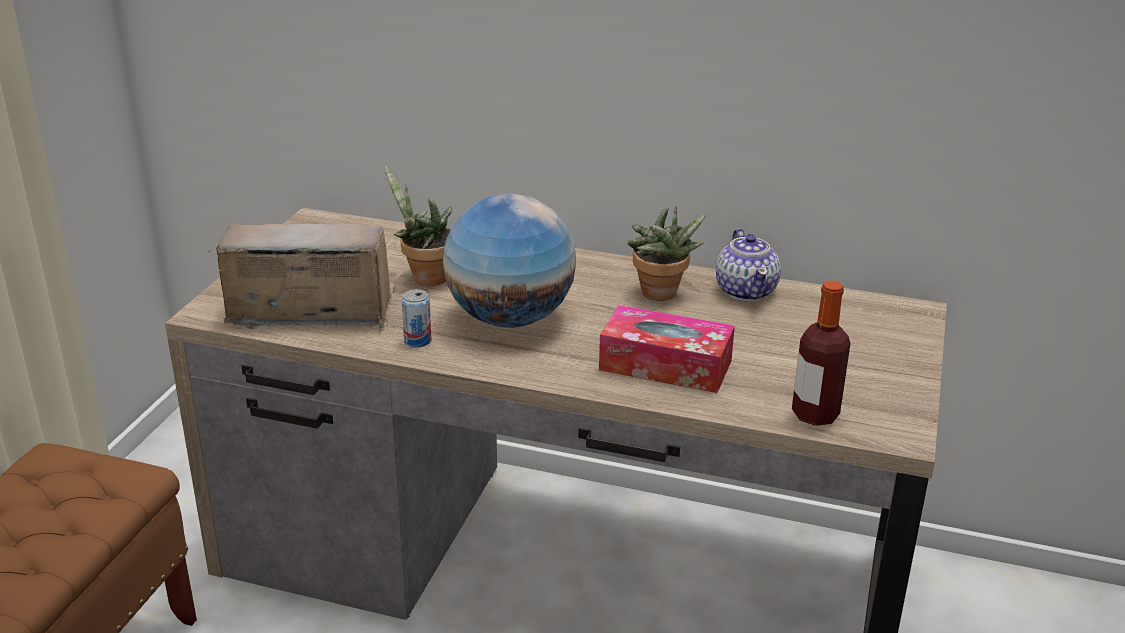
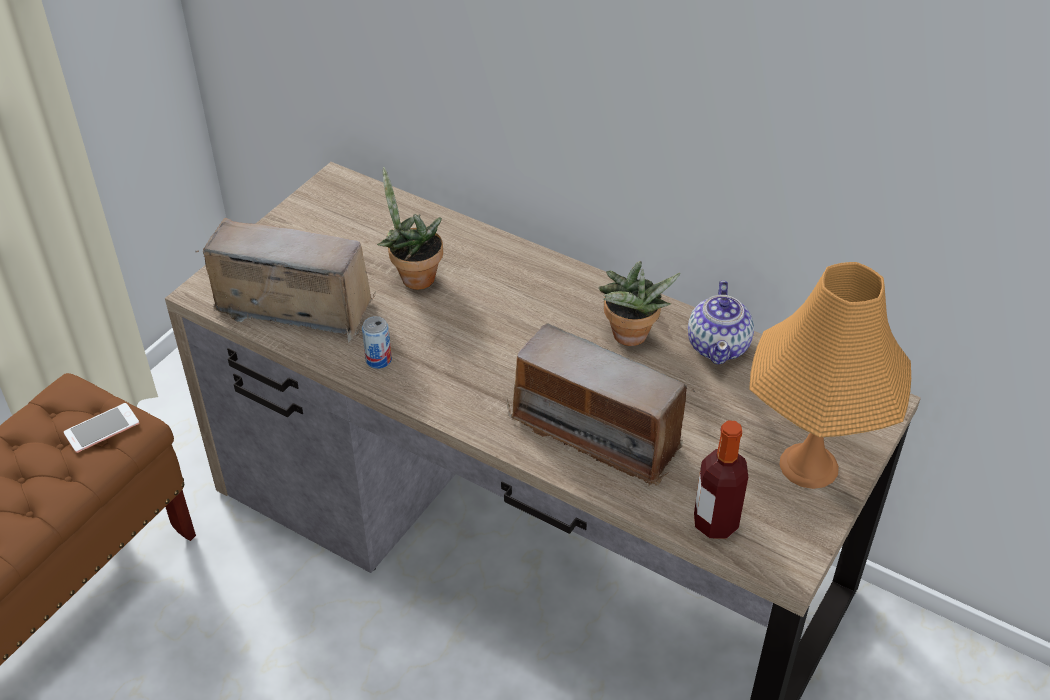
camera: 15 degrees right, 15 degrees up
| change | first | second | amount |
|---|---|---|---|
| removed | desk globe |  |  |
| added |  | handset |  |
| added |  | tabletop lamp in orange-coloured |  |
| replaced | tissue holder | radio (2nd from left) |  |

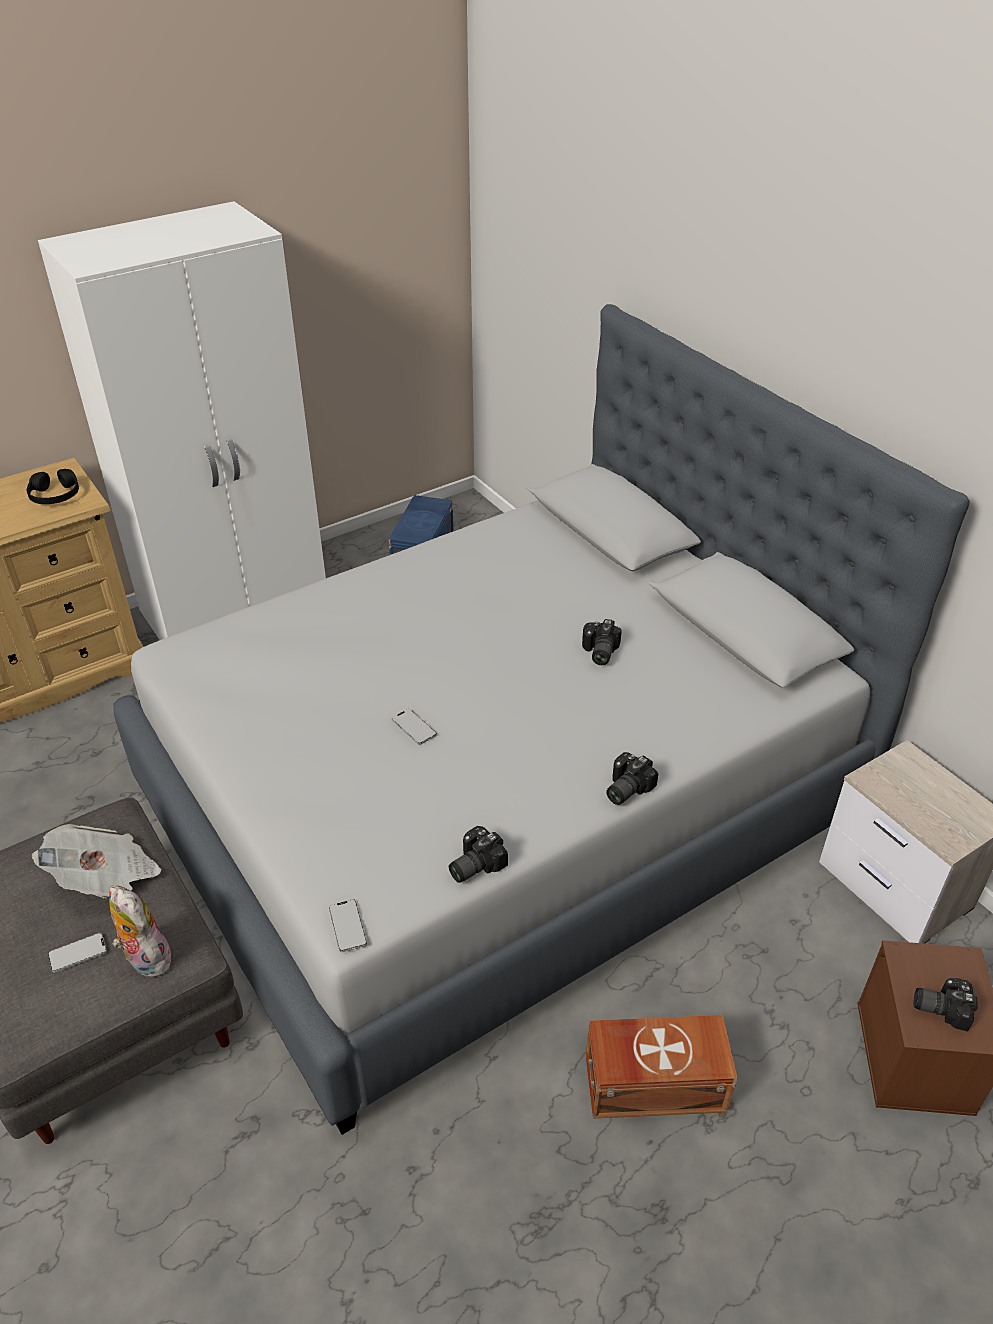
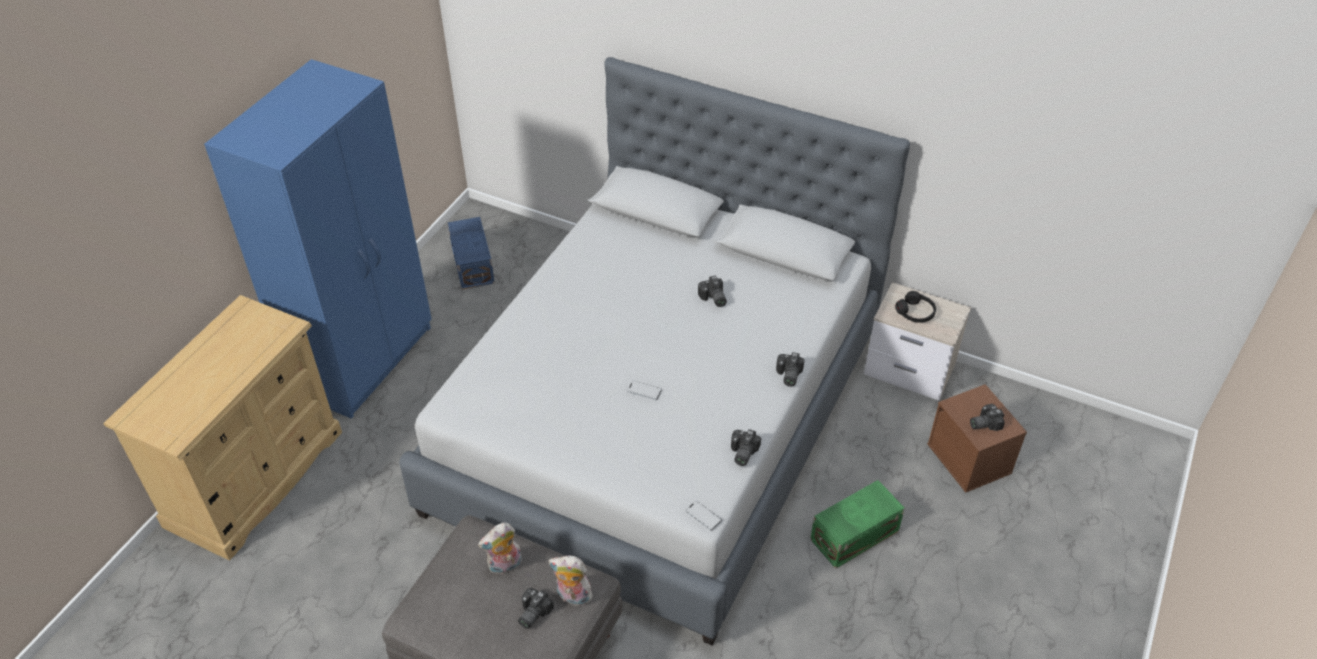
camera: 30 degrees left, 5 degrees up
| change | first | second | amount |
|---|---|---|---|
| moved | pair of headphones in black |  |  |
| replaced | printed paper | cuddly toy (1st from left) |  |
| replaced | handset (1st from left) | photo camera (1st from left) |  |
| recoloured | clothes cupboard in whitish | clothes cupboard in bluish |  |
| recoloured | storage box in brown (1st from left) | storage box in green |  |

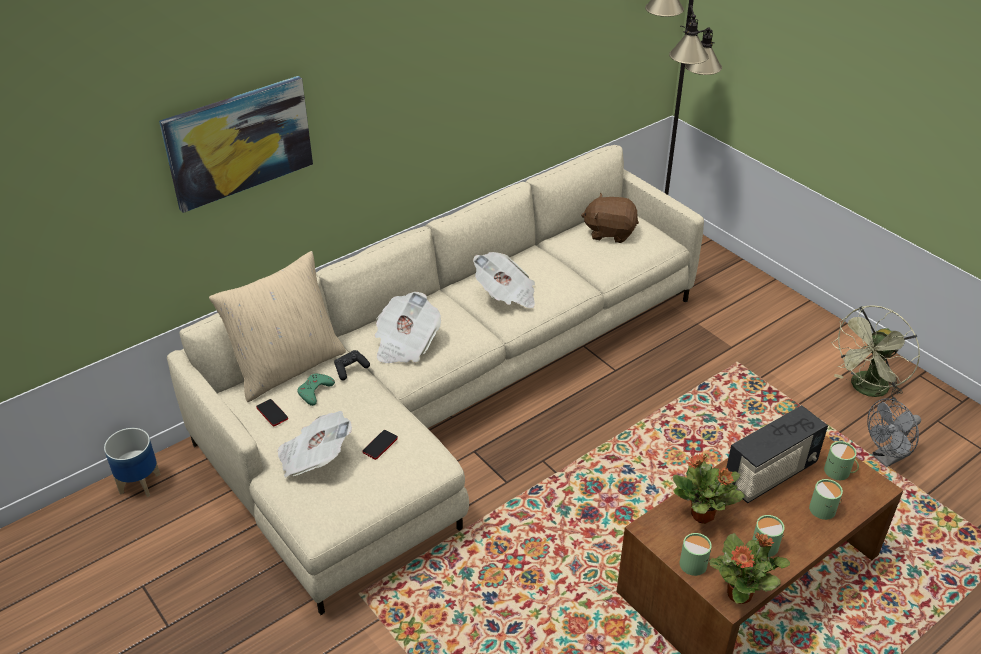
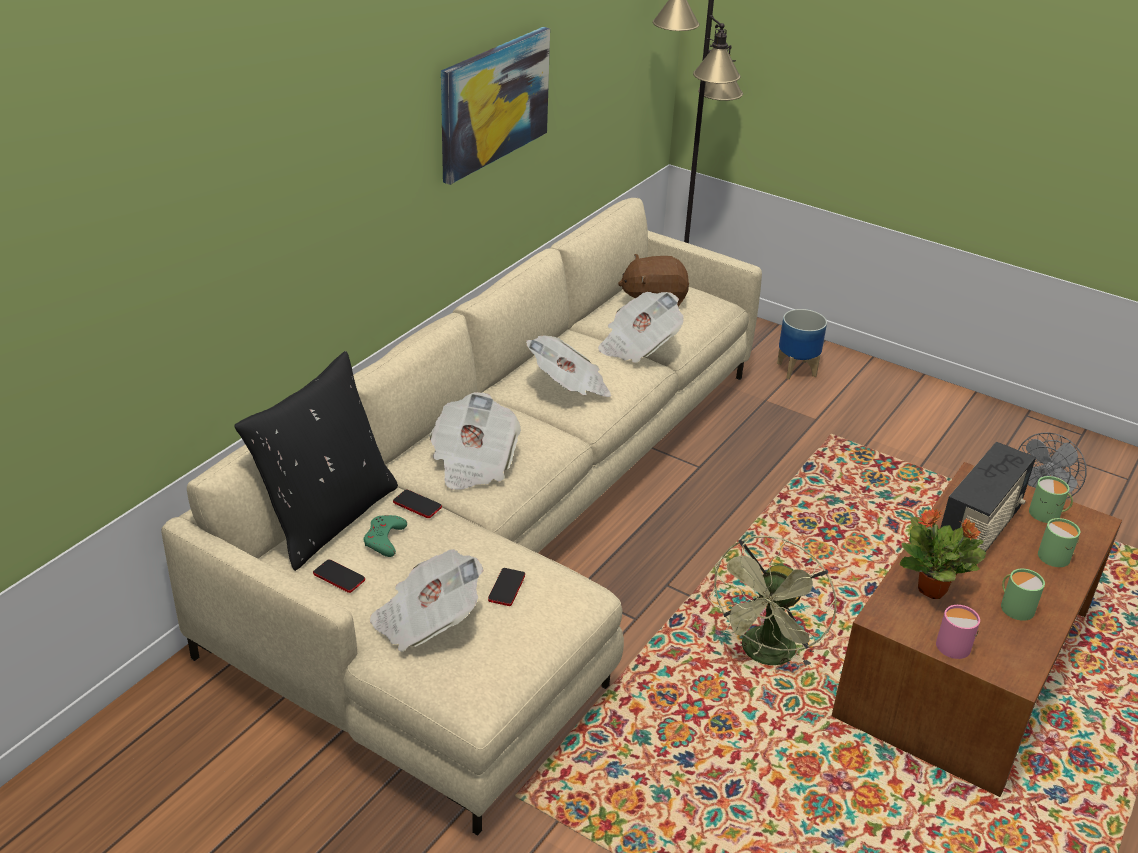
camera: 20 degrees left, 5 degrees down
| change | first | second | amount |
|---|---|---|---|
| removed | houseplant (2nd from left) |  |  |
| added |  | printed paper (4th from left) |  |
| moved | flower pot |  |  |
| moved | wall art |  |  |
| moved | fan in green |  |  |
| replaced | gamepad in black | handset (2nd from left) |  |
| recoloured | pillow in beige-coloured | pillow in black |  |
| recoloured | mug in green (1st from left) | mug in pinkish |  |

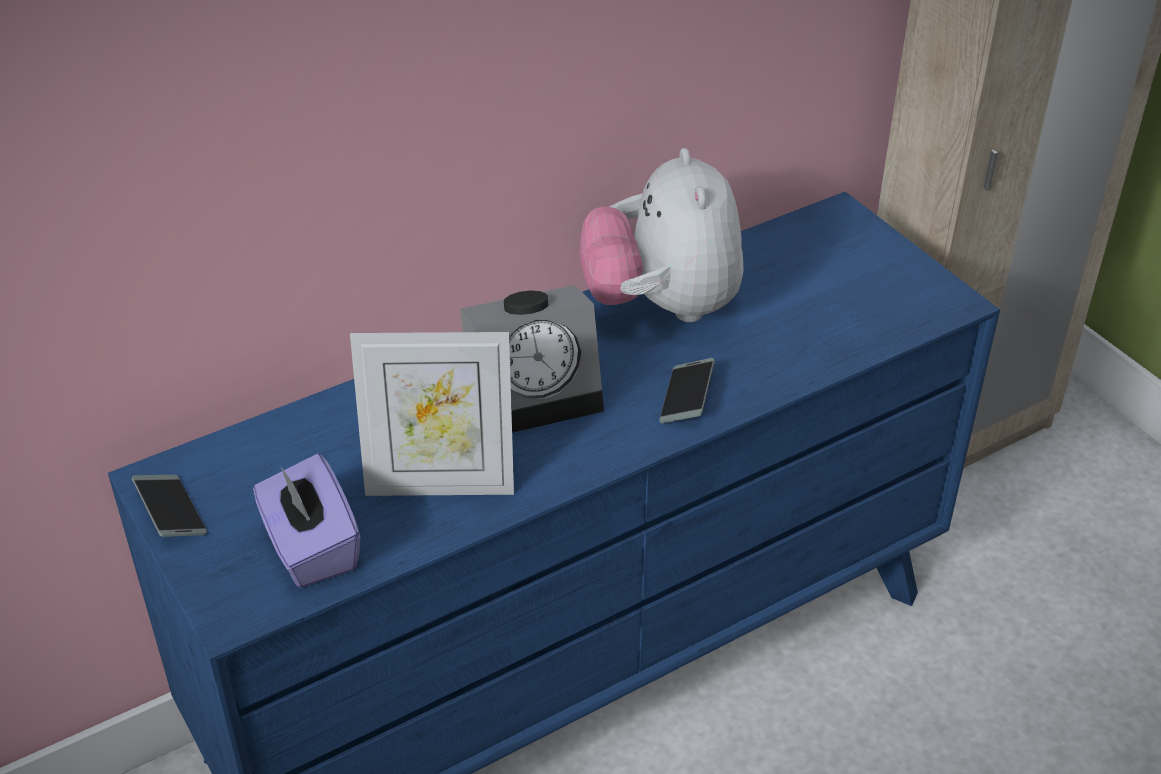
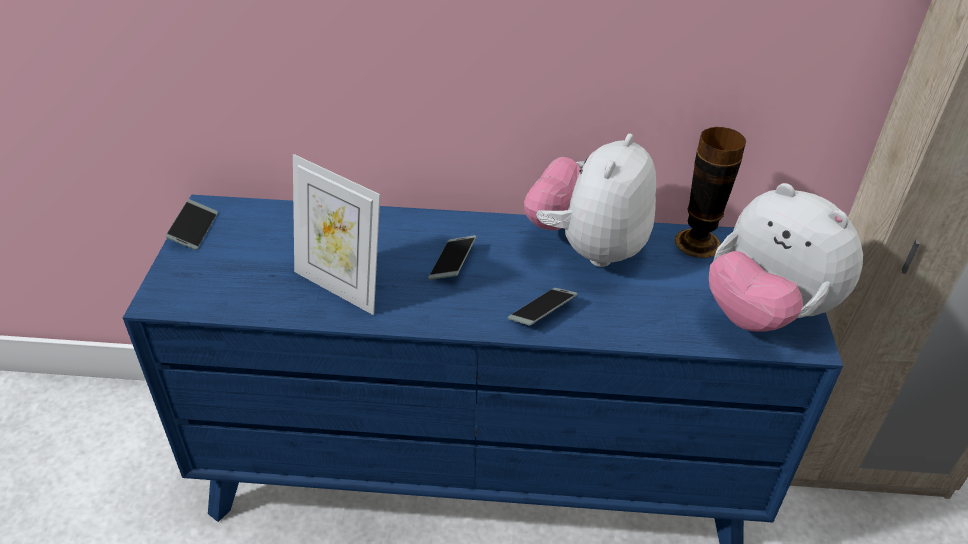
camera: 35 degrees right, 0 degrees up
| change | first | second | amount |
|---|---|---|---|
| removed | tissue holder in purple-coloured |  |  |
| added |  | decorative vase |  |
| added |  | cuddly toy (2nd from left) |  |
| replaced | alarm clock | handset (2nd from left) |  |

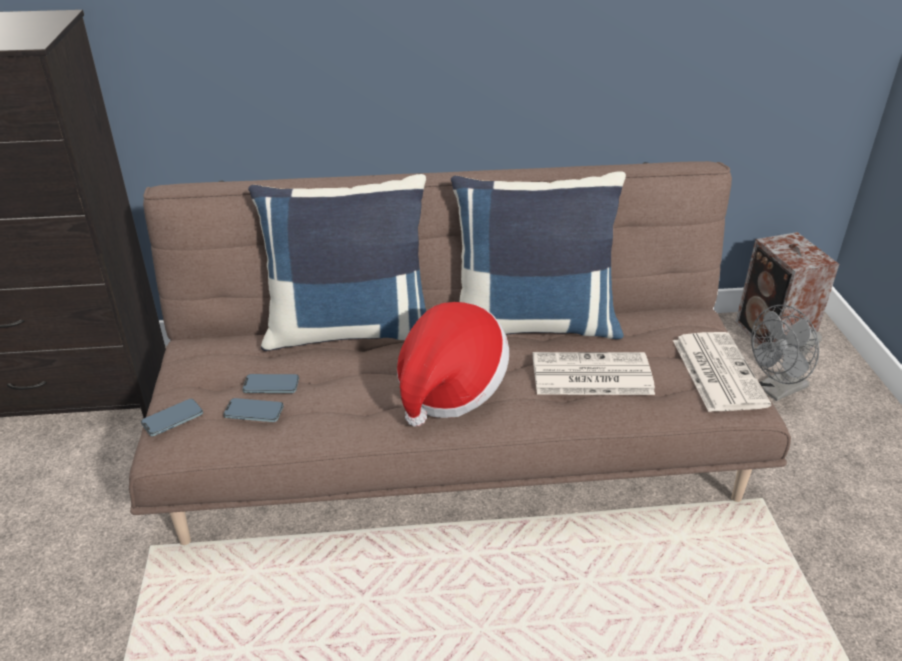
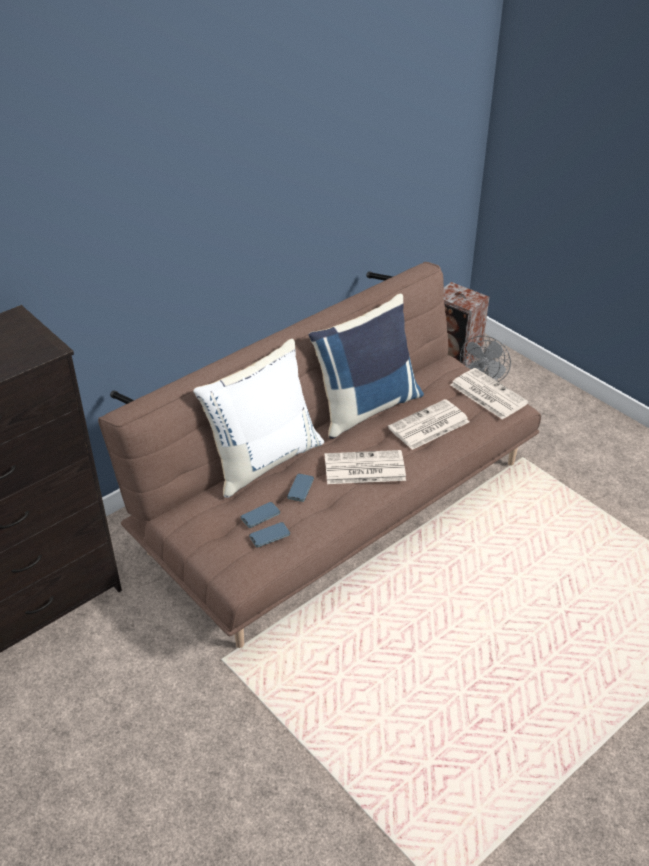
camera: 35 degrees left, 5 degrees up
| change | first | second | amount |
|---|---|---|---|
| moved | handset (1st from left in the first image) | handset (3rd from left) |  |
| replaced | wearable hat | printed paper (1st from left) |  |
| recoloured | pillow in bluish (1st from left) | pillow in whitish |  |

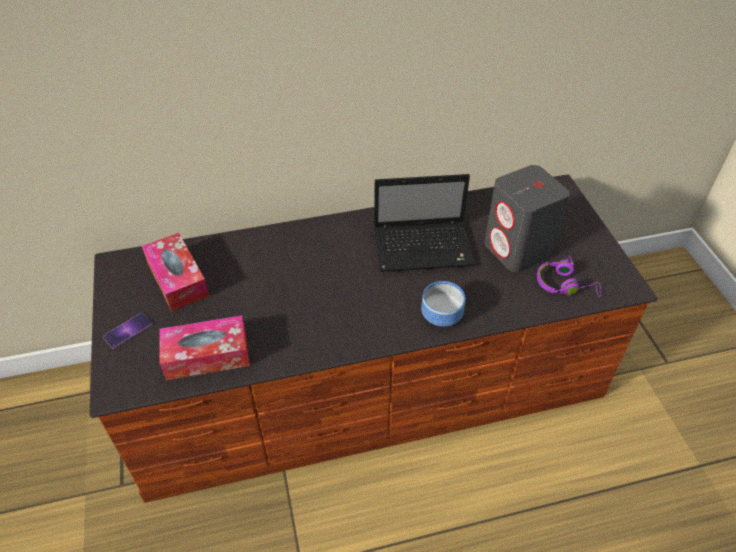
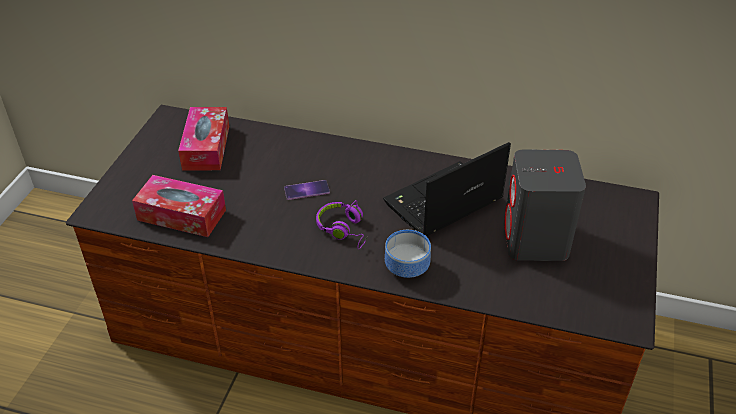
camera: 30 degrees right, 5 degrees down
| change | first | second | amount |
|---|---|---|---|
| moved | handset |  |  |
| moved | pair of headphones in purple-coloured |  |  |
| turned | portable computer |  | 120 degrees clockwise |

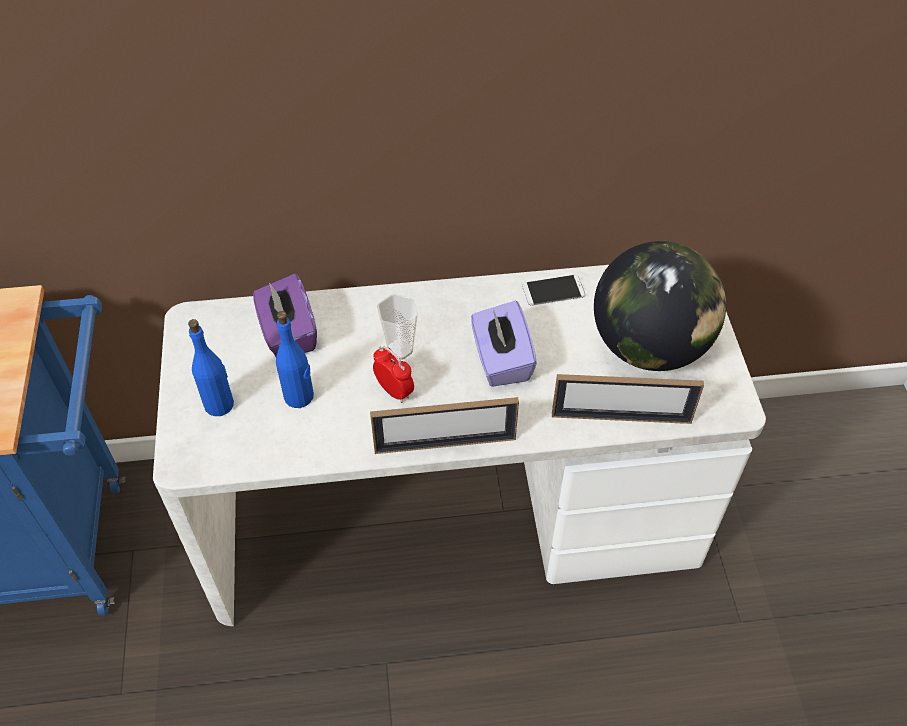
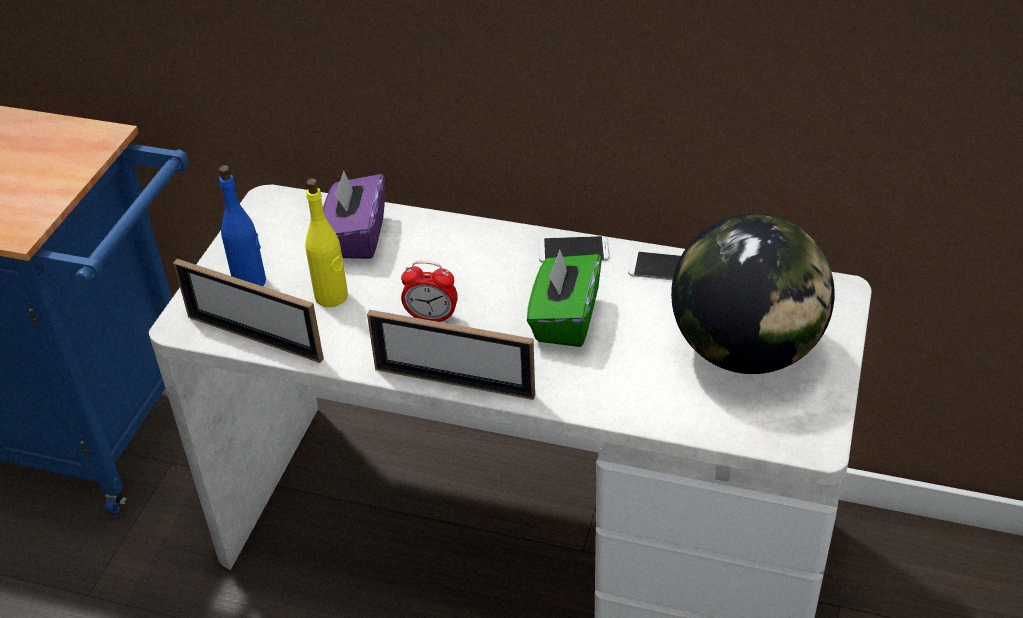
camera: 25 degrees right, 10 degrees down
| change | first | second | amount |
|---|---|---|---|
| removed | small cup |  |  |
| added |  | handset (1st from left) |  |
| moved | picture frame (2nd from left in the first image) | picture frame (1st from left) |  |
| recoloured | beverage bottle in bluish (2nd from left) | beverage bottle in yellow |  |
| recoloured | tissue holder in purple-coloured (2nd from left) | tissue holder in green |  |
| turned | alarm clock |  | 120 degrees clockwise |

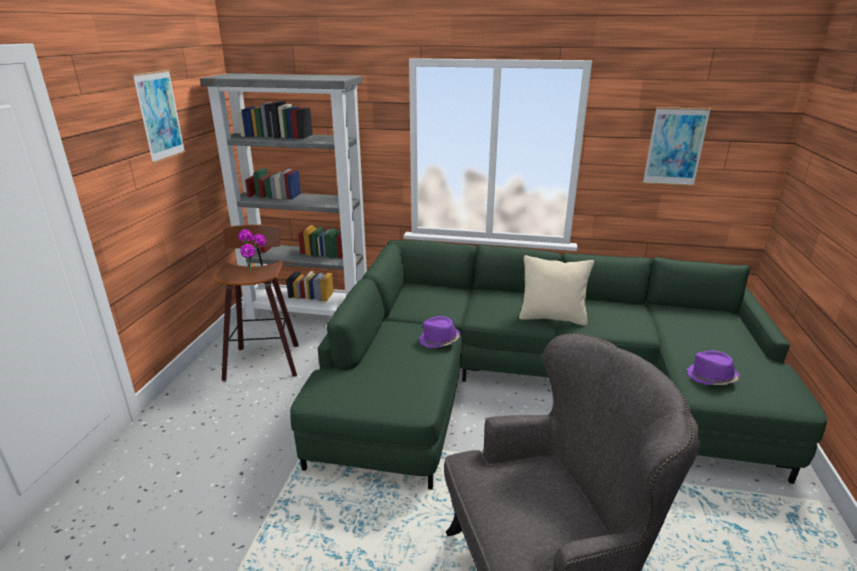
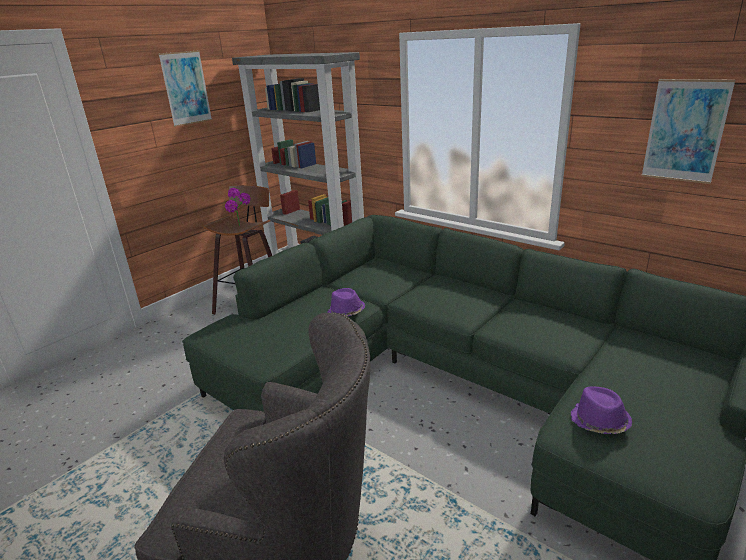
camera: 30 degrees right, 0 degrees up
| change | first | second | amount |
|---|---|---|---|
| removed | pillow in beige-coloured |  |  |

